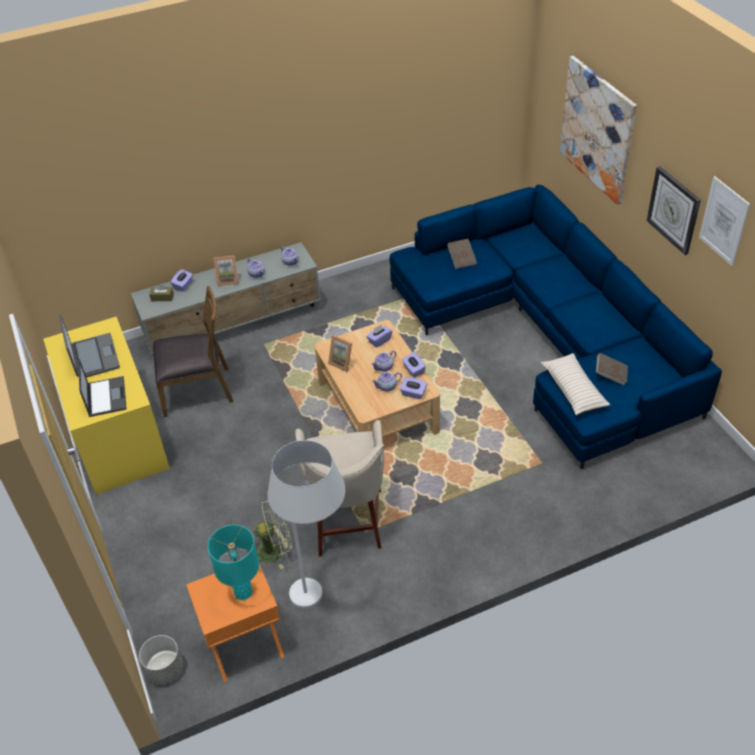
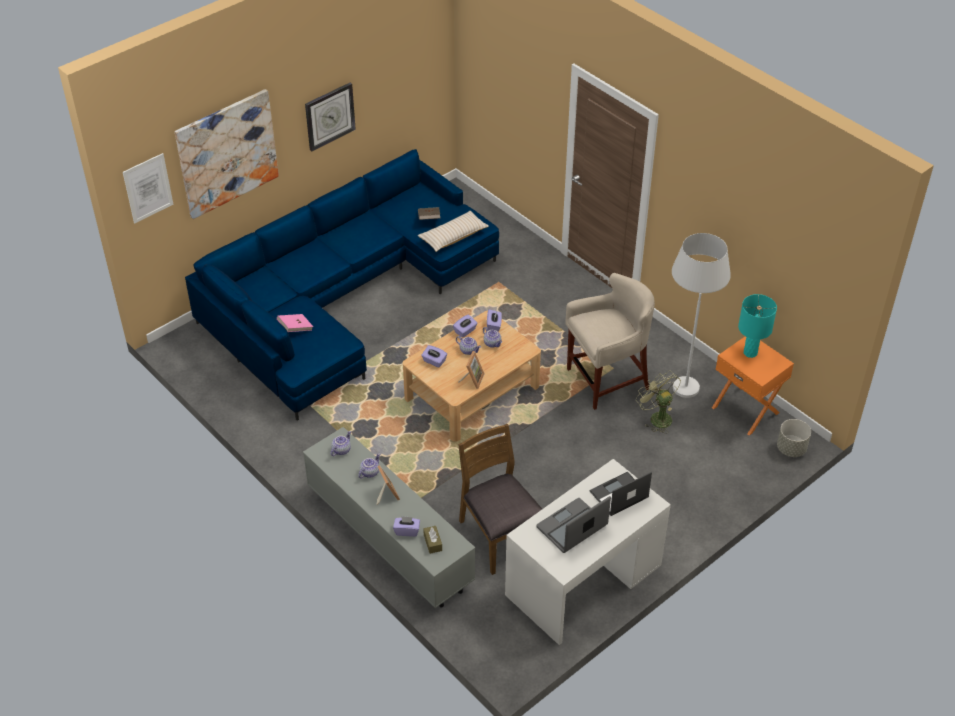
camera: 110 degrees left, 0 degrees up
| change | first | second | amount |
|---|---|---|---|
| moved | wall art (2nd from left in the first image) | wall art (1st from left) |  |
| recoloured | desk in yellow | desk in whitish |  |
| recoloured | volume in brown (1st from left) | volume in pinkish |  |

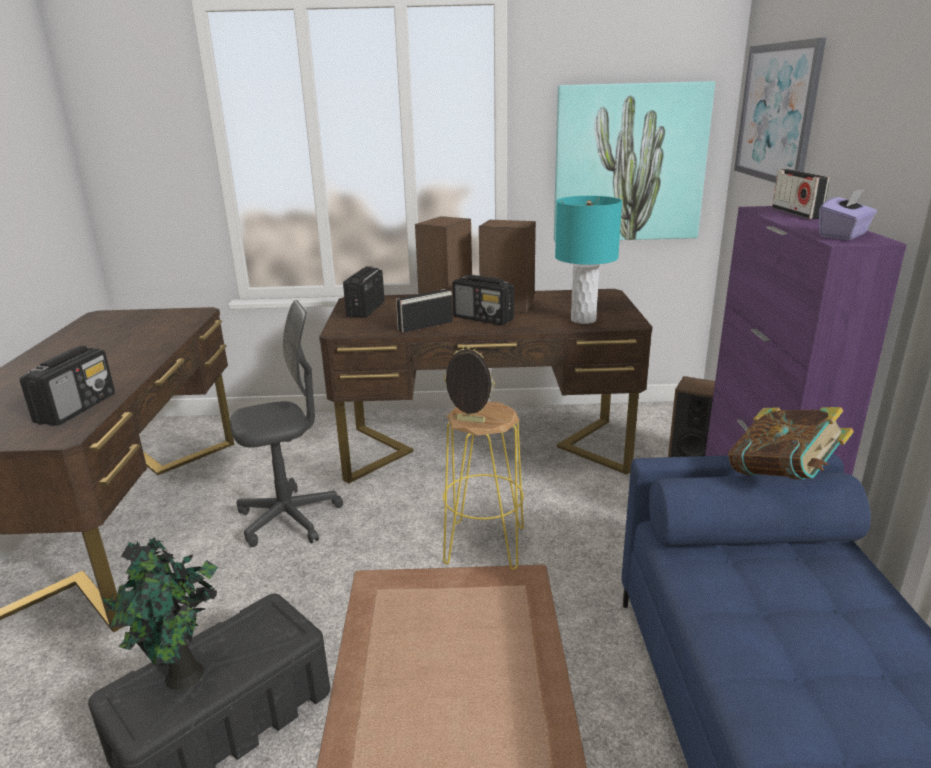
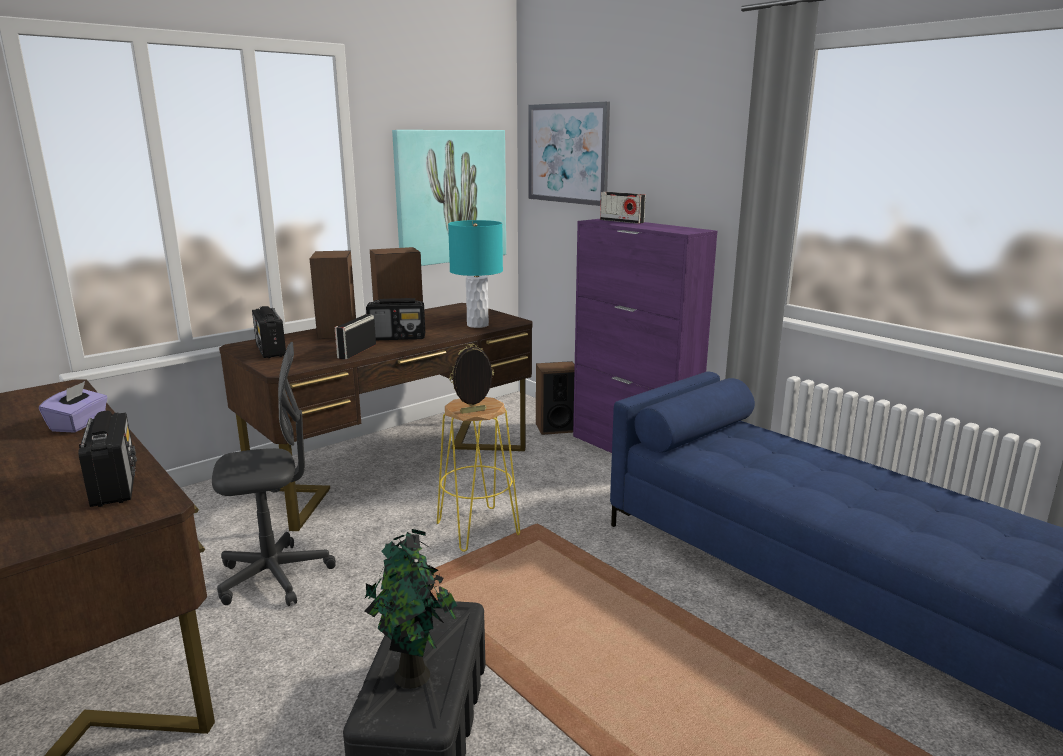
camera: 40 degrees left, 5 degrees down
| change | first | second | amount |
|---|---|---|---|
| removed | volume |  |  |
| moved | tissue holder in purple-coloured |  |  |
| turned | computer chair in grey |  | 45 degrees clockwise |

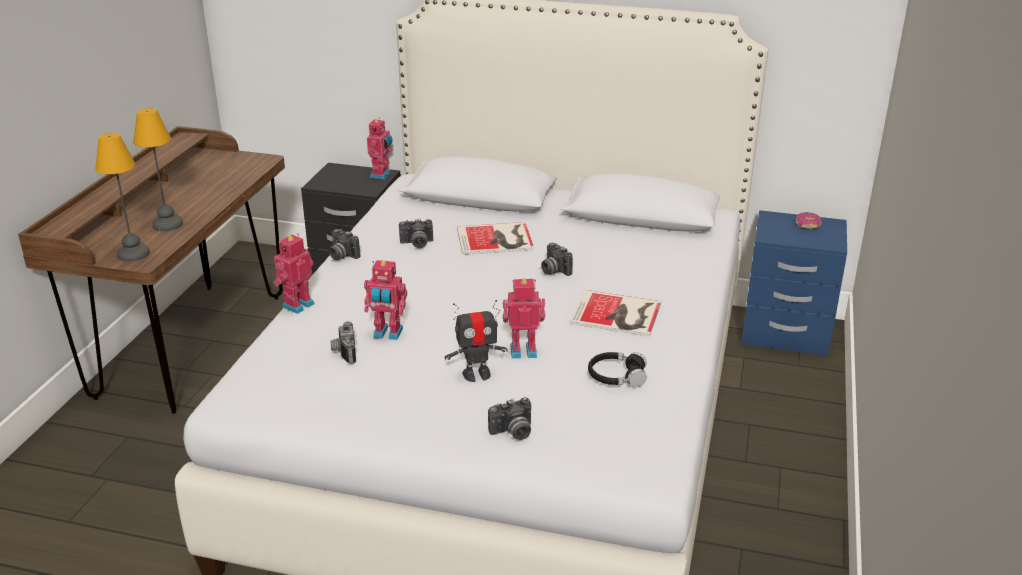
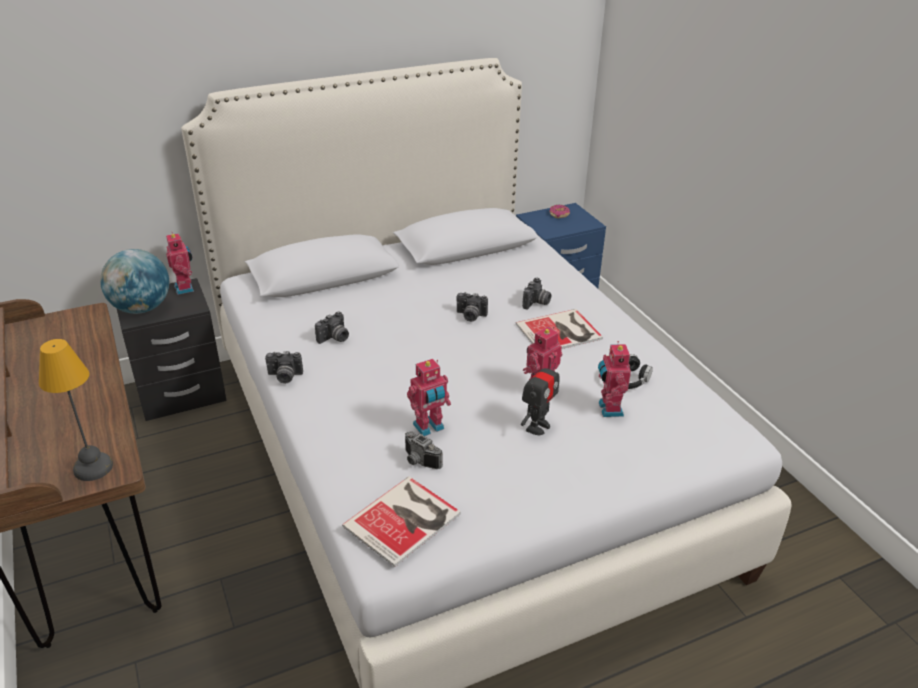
camera: 40 degrees left, 5 degrees up
| change | first | second | amount |
|---|---|---|---|
| removed | tabletop lamp (2nd from left) |  |  |
| added |  | desk globe |  |
| moved | toy robot (1st from left in the first image) | toy robot (5th from left) |  |
| moved | volume (1st from left) |  |  |
| moved | photo camera (4th from left in the first image) | photo camera (5th from left) |  |

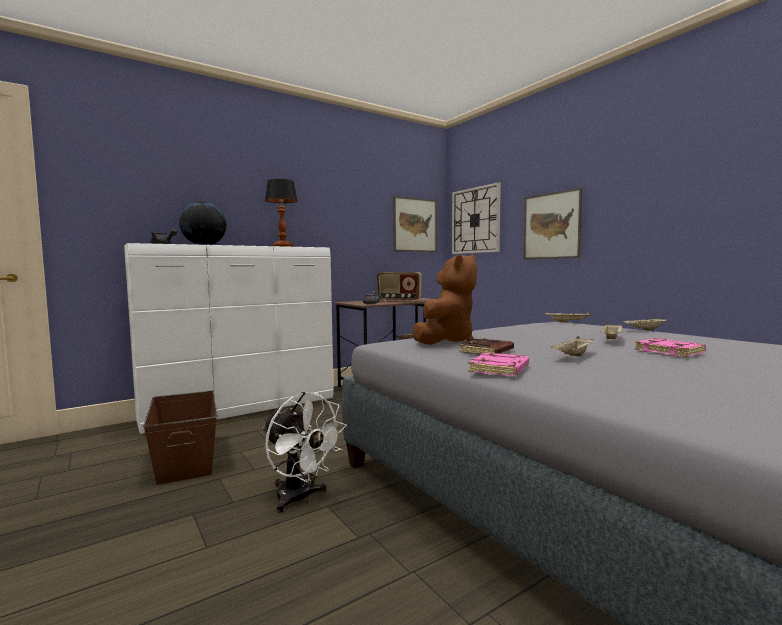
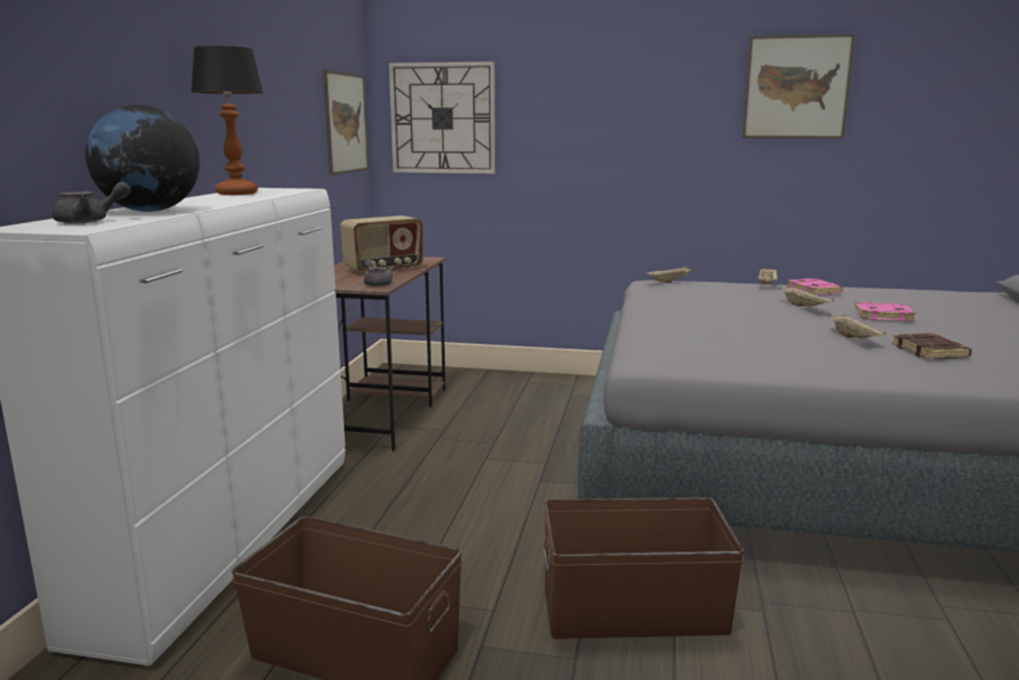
camera: 45 degrees left, 10 degrees up
| change | first | second | amount |
|---|---|---|---|
| removed | cuddly toy in brown |  |  |
| moved | volume in brown |  |  |
| moved | volume in pinkish (1st from left) |  |  |
| moved | wall art (2nd from left) |  |  |
| replaced | fan in whitish | storage box in brown (2nd from left) |  |

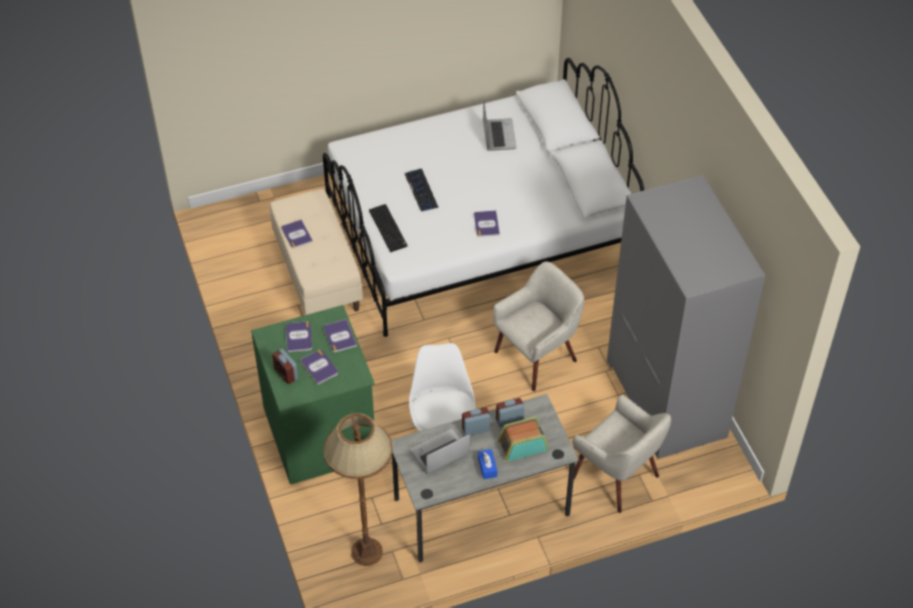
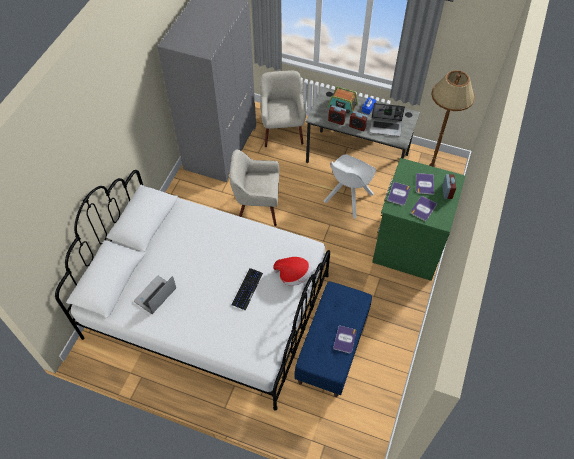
camera: 140 degrees left, 5 degrees up
| change | first | second | amount |
|---|---|---|---|
| removed | volume (5th from left) |  |  |
| replaced | computer keyboard (1st from left) | wearable hat |  |
| recoloured | long seat in beige-coloured | long seat in bluish |  |

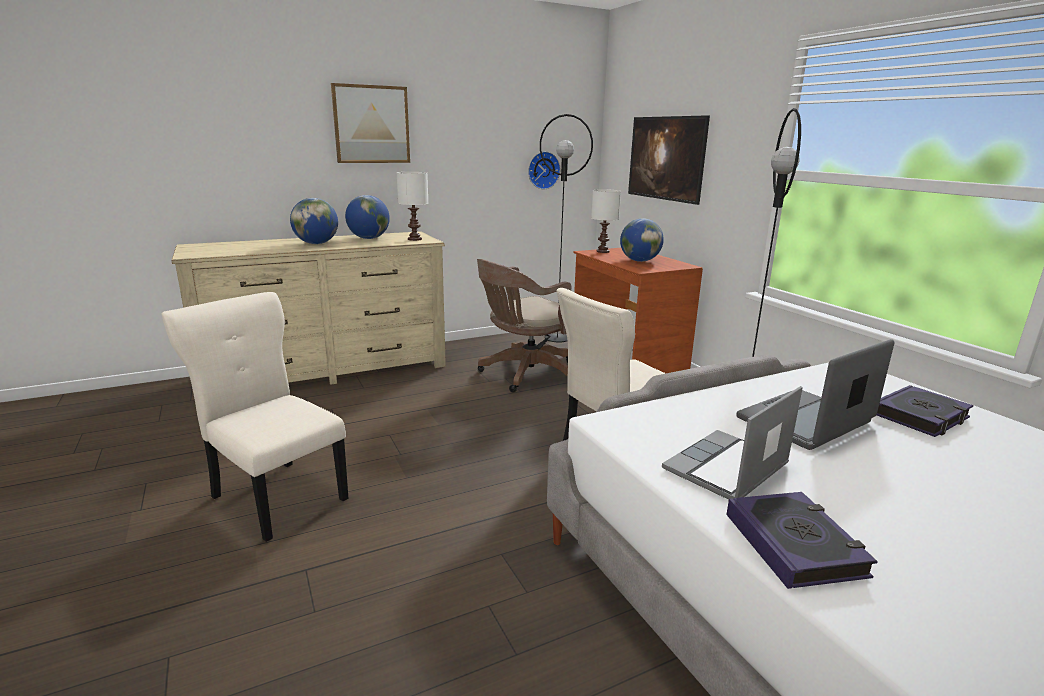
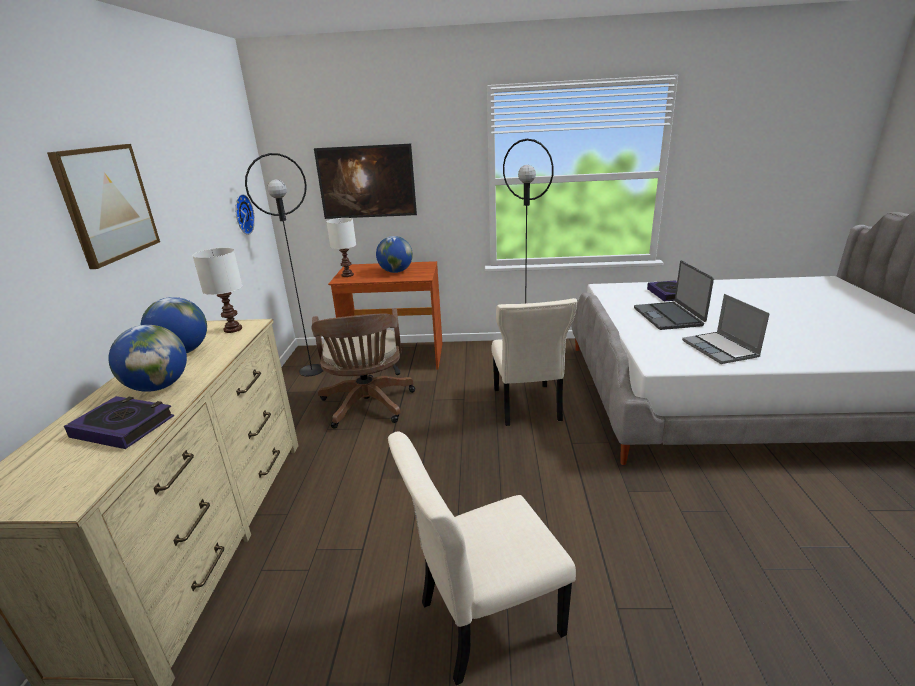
camera: 60 degrees left, 5 degrees up
| change | first | second | amount |
|---|---|---|---|
| moved | volume (1st from left) |  |  |

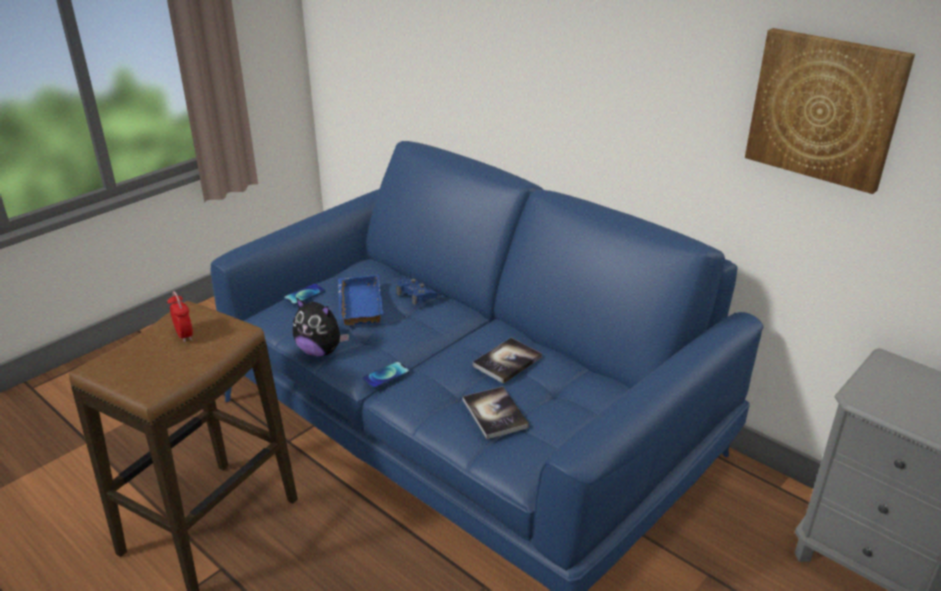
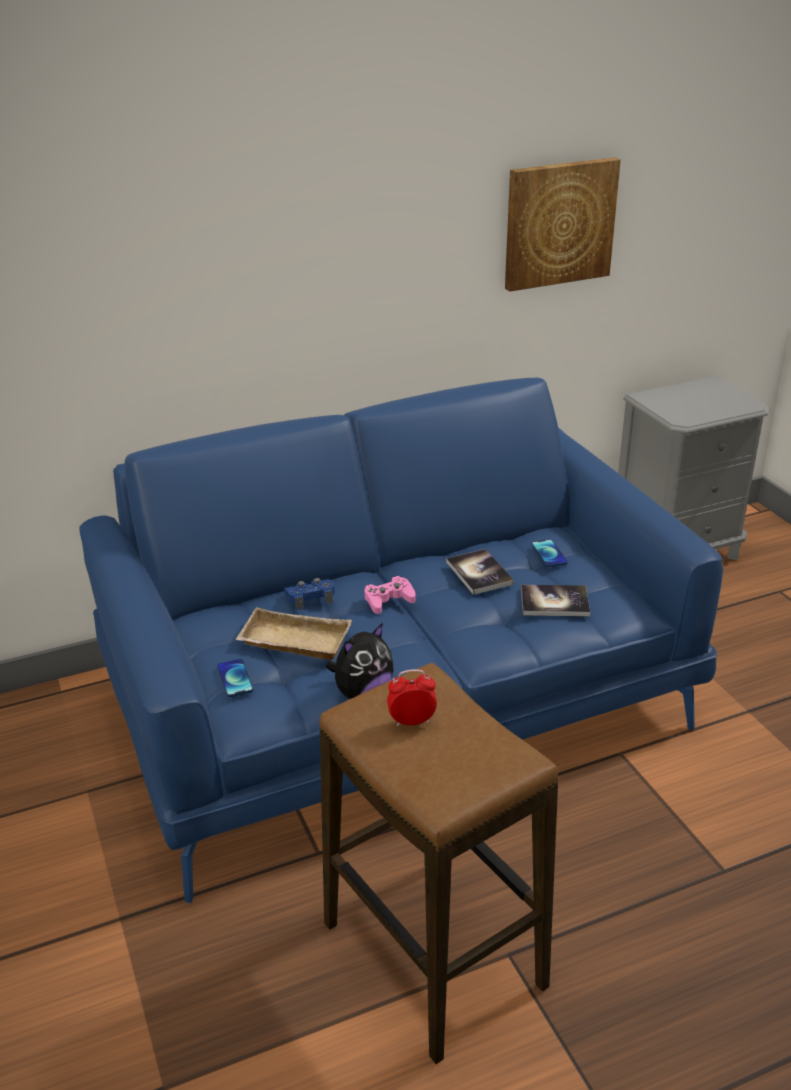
camera: 65 degrees left, 0 degrees up
| change | first | second | amount |
|---|---|---|---|
| added |  | gamepad in pinkish |  |
| moved | handset (2nd from left) |  |  |
| recoloured | carrying tray in bluish | carrying tray in beige-coloured |  |

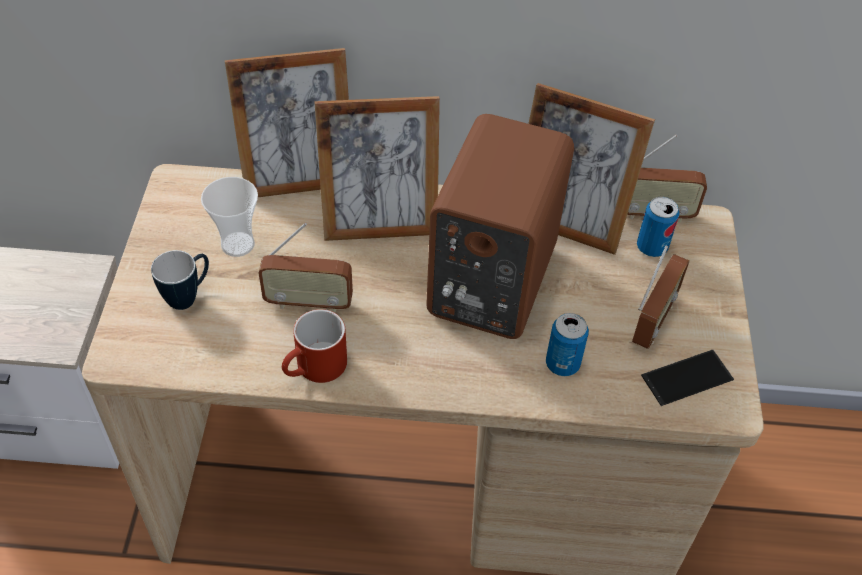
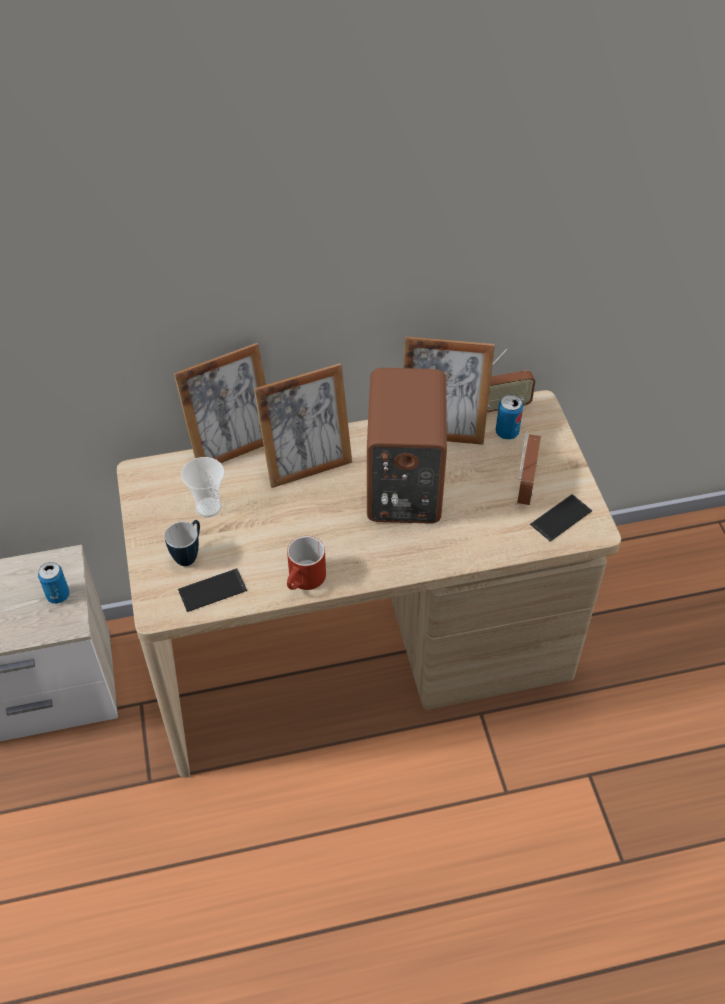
camera: 15 degrees left, 0 degrees up
| change | first | second | amount |
|---|---|---|---|
| removed | radio (1st from left) |  |  |
| added |  | handset (1st from left) |  |
| moved | metal can (1st from left) |  |  |

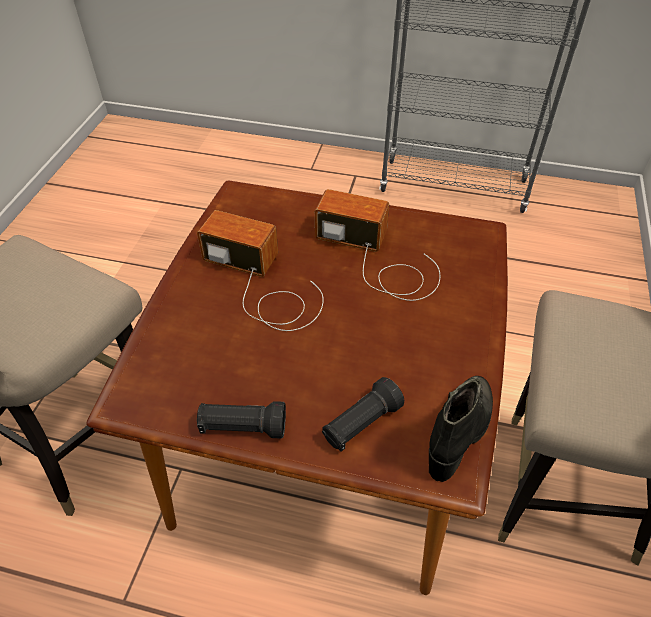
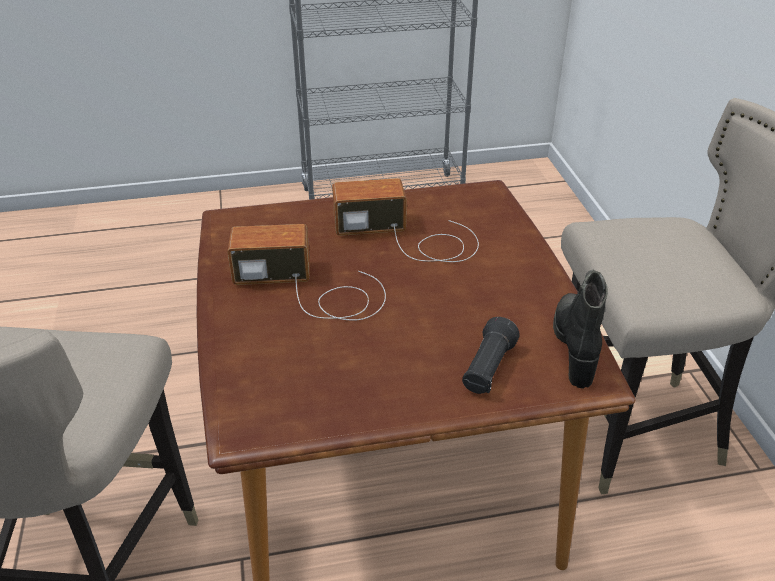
camera: 25 degrees left, 10 degrees down
| change | first | second | amount |
|---|---|---|---|
| removed | flashlight in black (1st from left) |  |  |

